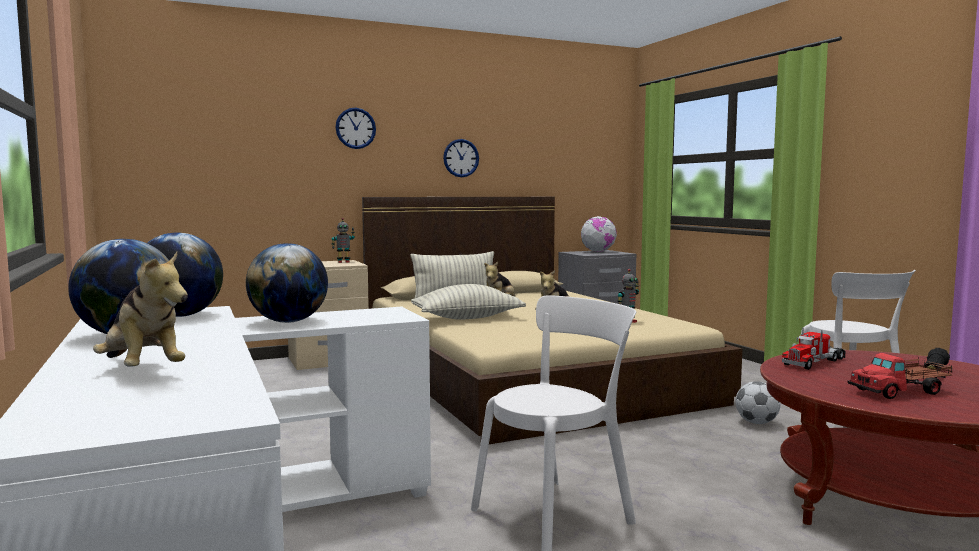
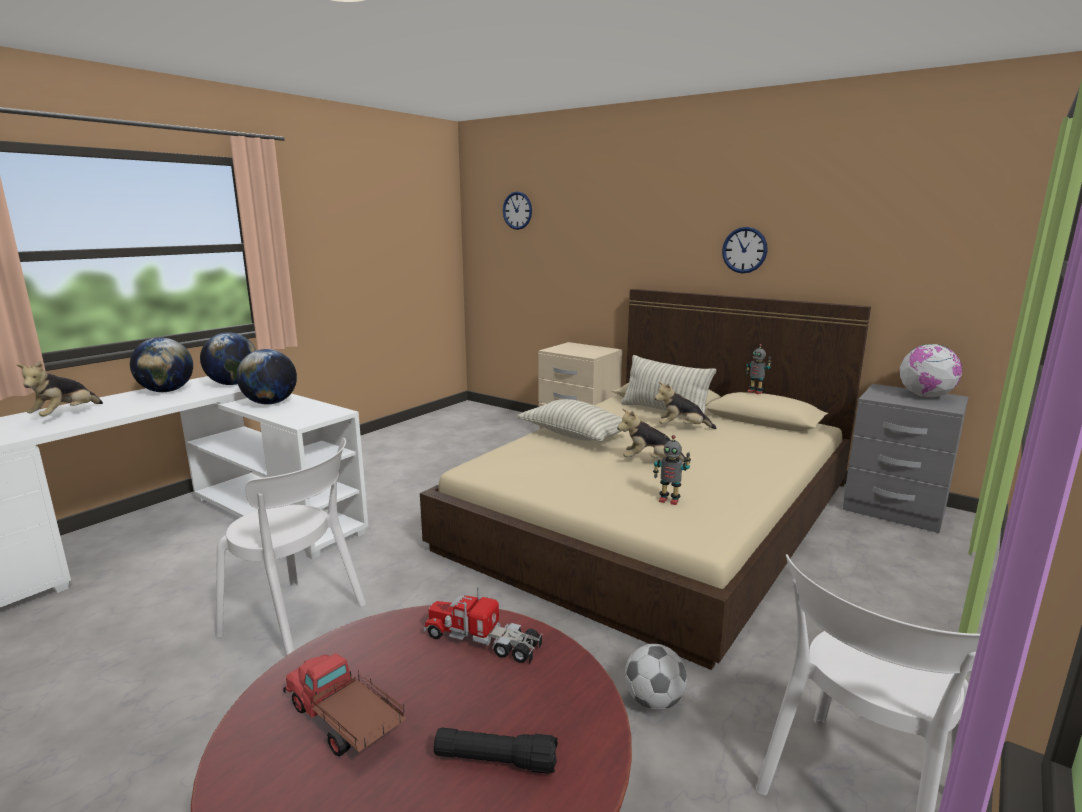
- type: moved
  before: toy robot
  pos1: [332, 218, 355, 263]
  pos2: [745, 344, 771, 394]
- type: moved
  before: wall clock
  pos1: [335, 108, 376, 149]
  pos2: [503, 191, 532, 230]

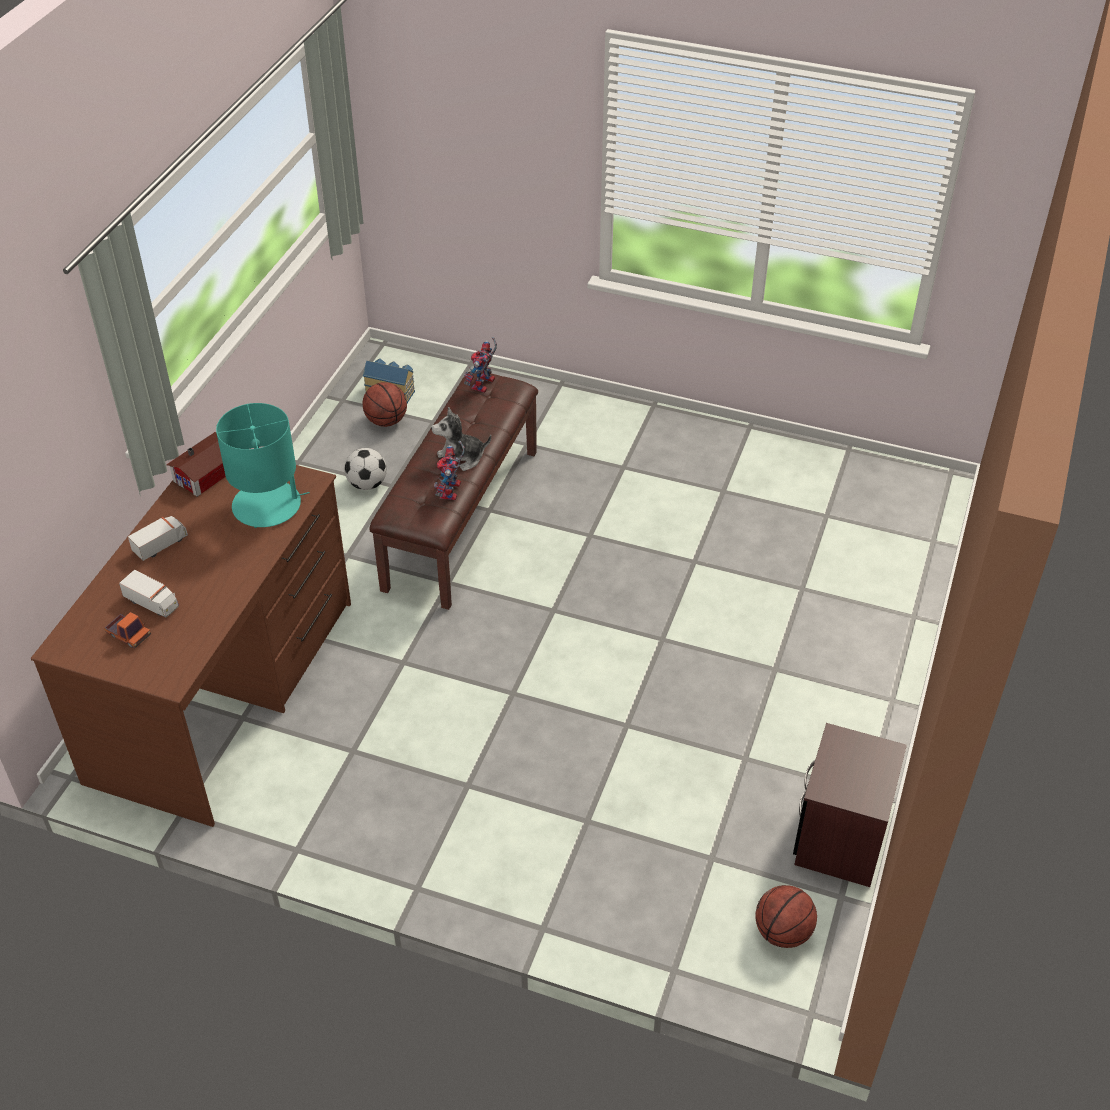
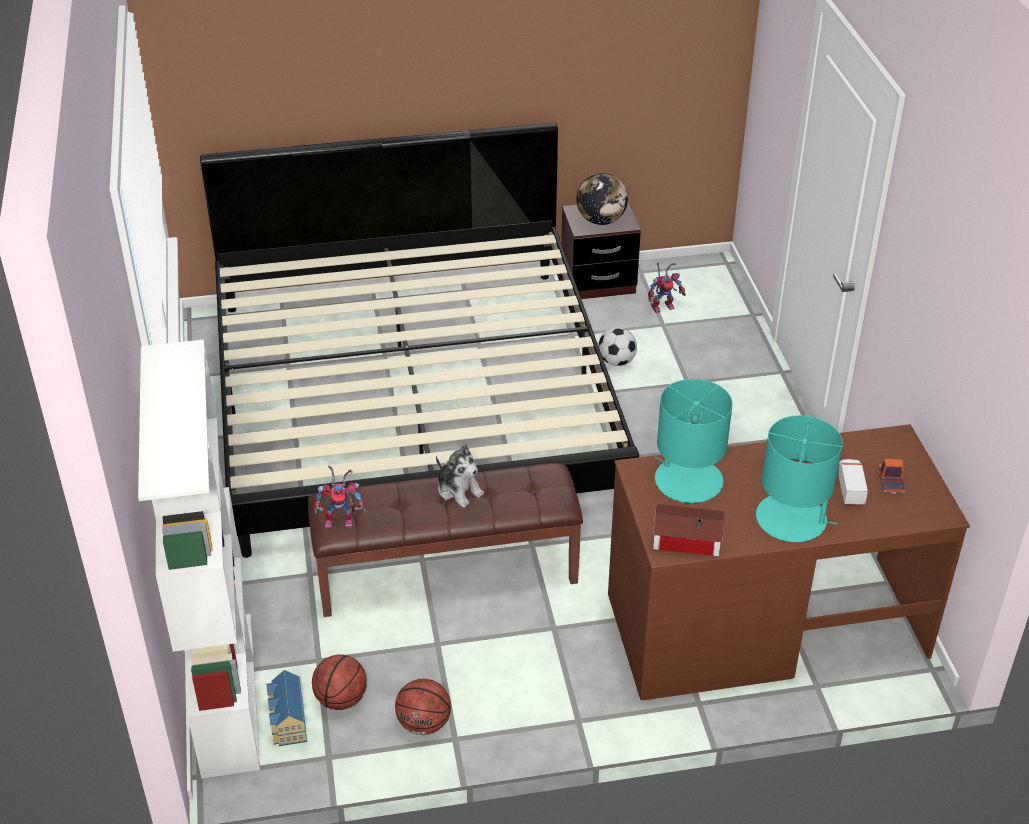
- type: replaced
  before: toy truck
  after: turquoise table lamp
  pos1: [128, 516, 188, 561]
  pos2: [756, 415, 843, 542]
- type: moved
  before: football
  pos1: [344, 448, 387, 490]
  pos2: [598, 327, 637, 366]
- type: moved
  before: toy robot
  pos1: [434, 441, 465, 500]
  pos2: [648, 262, 686, 313]
- type: moved
  before: basketball
  pos1: [755, 885, 817, 948]
  pos2: [395, 679, 451, 735]
- type: added
  after: white bookcase
  pos2: [138, 340, 260, 779]
- type: added
  after: bed
  pos2: [200, 123, 639, 558]
- type: added
  after: globe
  pos2: [576, 173, 628, 225]

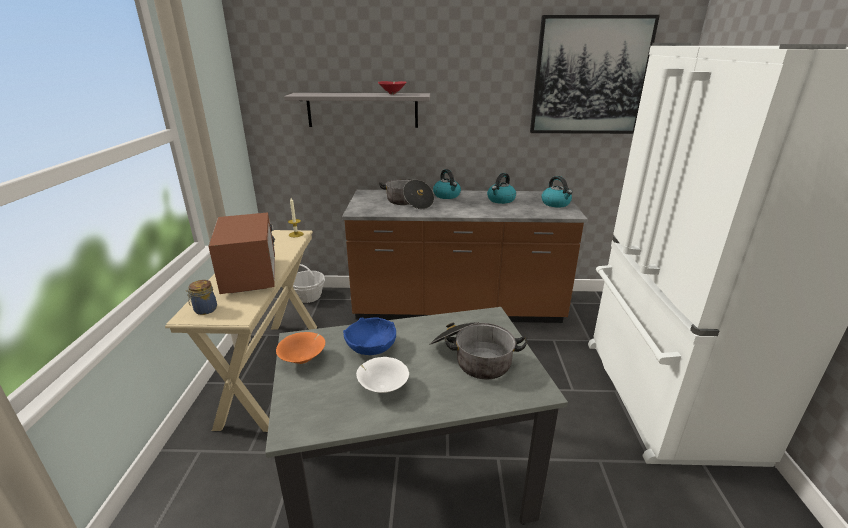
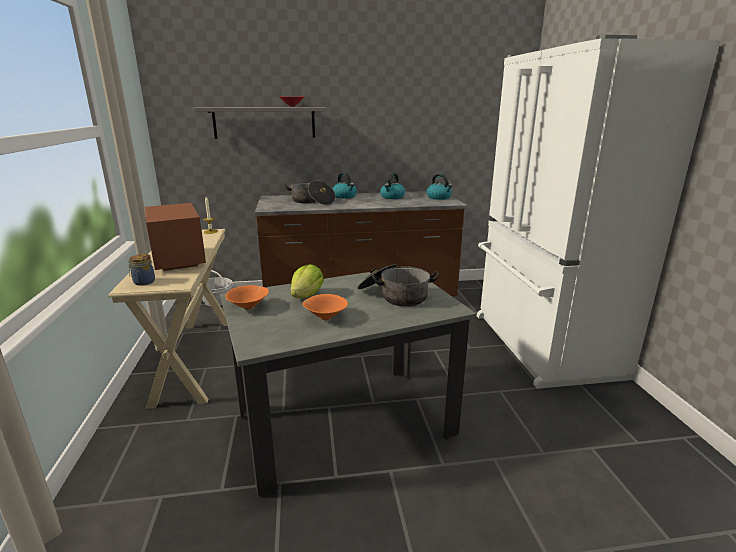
- type: replaced
  before: blue bowl
  after: lettuce
  pos1: [343, 317, 396, 355]
  pos2: [290, 264, 324, 299]
- type: recoloured
  before: white bowl
  after: orange bowl
  pos1: [356, 357, 409, 393]
  pos2: [303, 294, 348, 320]
- type: removed
  before: picture
  pos1: [530, 15, 660, 134]

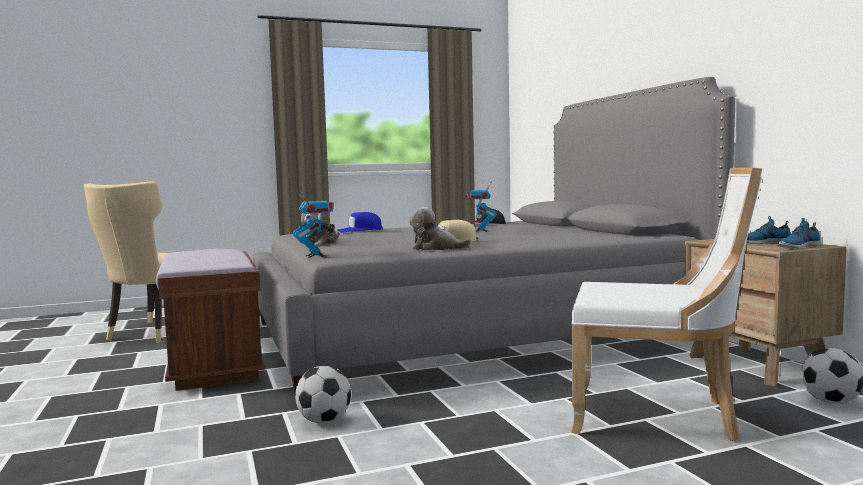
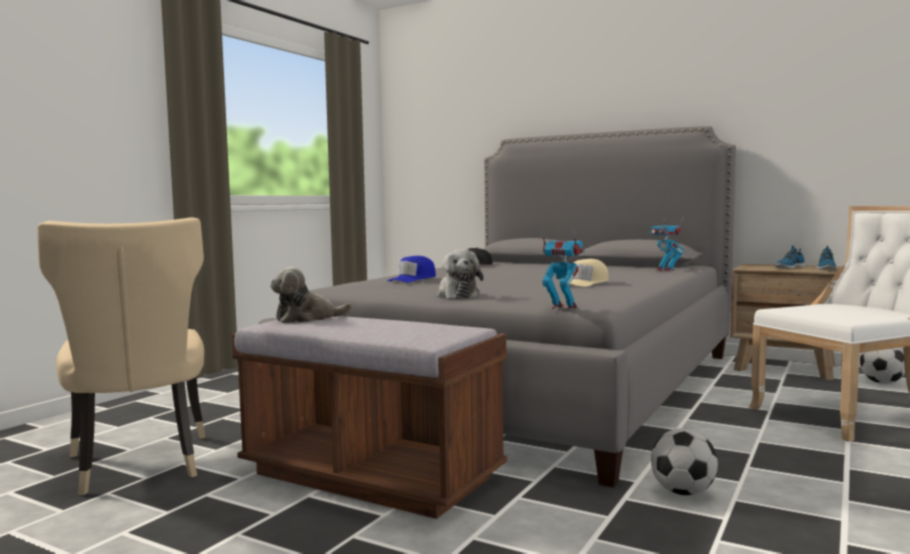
- type: moved
  before: plush toy
  pos1: [409, 207, 471, 250]
  pos2: [270, 267, 352, 323]
- type: moved
  before: toy robot
  pos1: [465, 183, 497, 232]
  pos2: [649, 216, 684, 271]

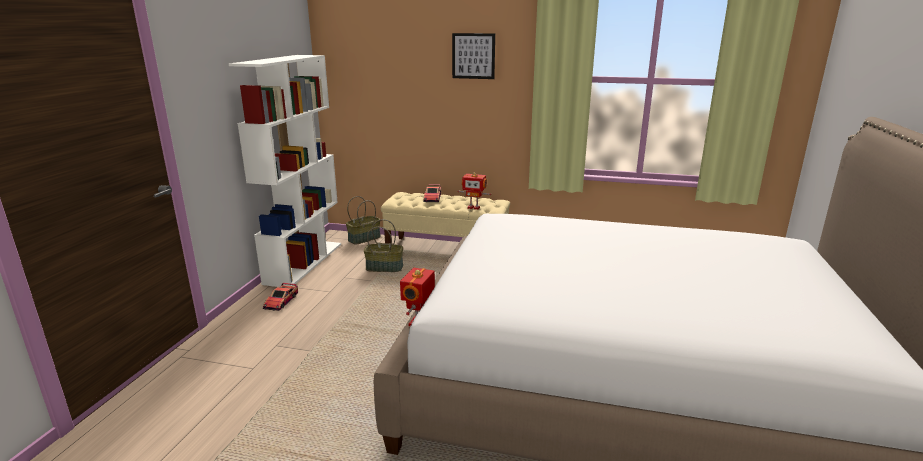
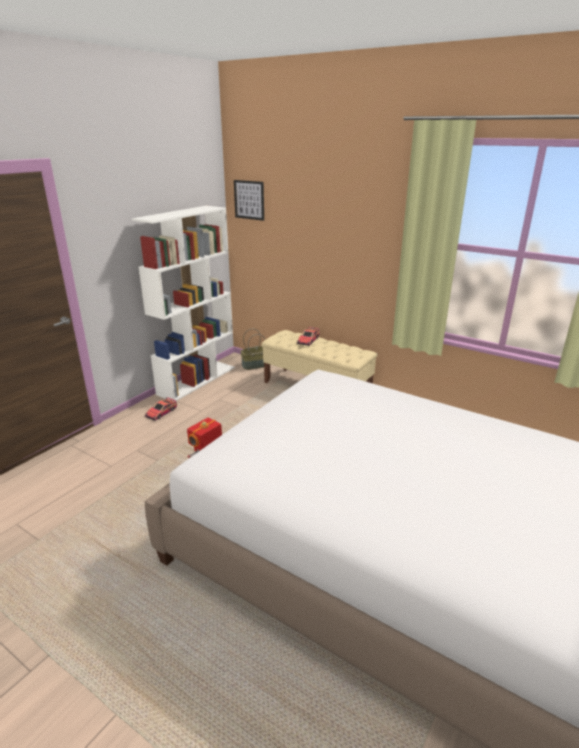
- type: removed
  before: basket
  pos1: [364, 219, 403, 272]
- type: moved
  before: picture
  pos1: [452, 33, 495, 79]
  pos2: [234, 180, 264, 221]
- type: removed
  before: toy robot
  pos1: [457, 172, 491, 210]

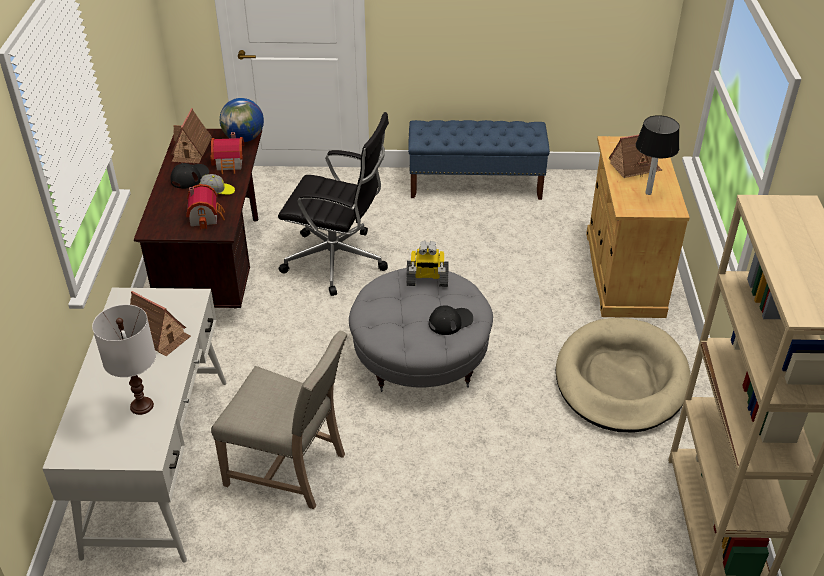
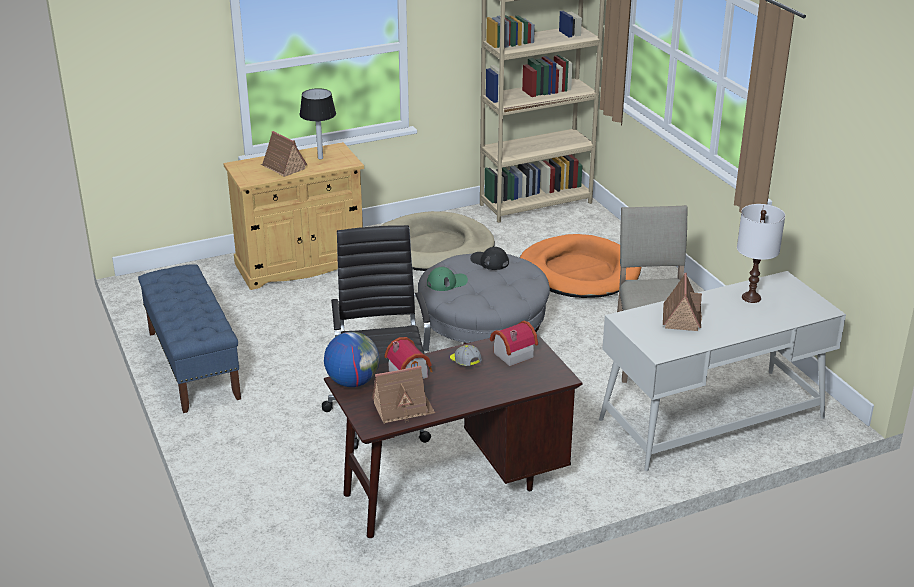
- type: removed
  before: black cap
  pos1: [170, 163, 209, 189]
- type: replaced
  before: toy robot
  after: green cap
  pos1: [406, 241, 449, 287]
  pos2: [427, 267, 468, 291]
- type: added
  after: orange dog bed
  pos2: [520, 234, 641, 298]

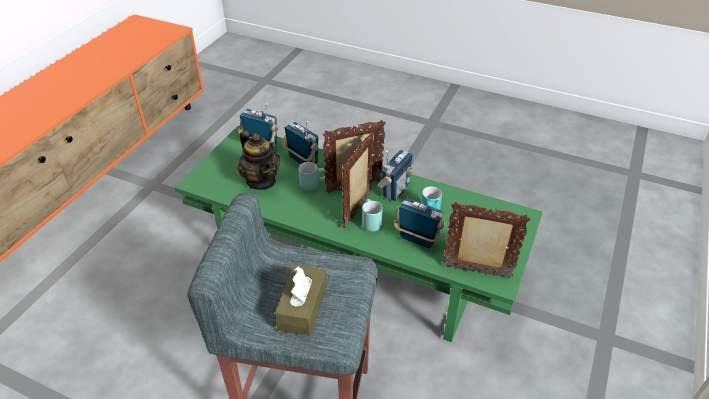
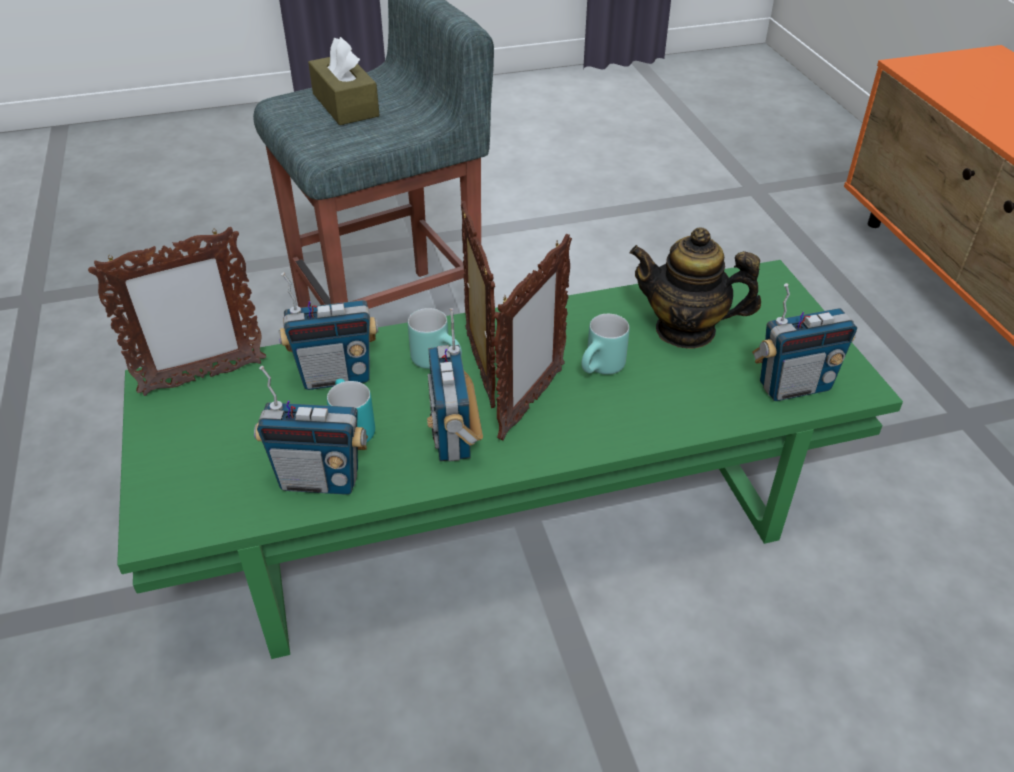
- type: moved
  before: radio
  pos1: [282, 121, 319, 164]
  pos2: [254, 366, 368, 495]

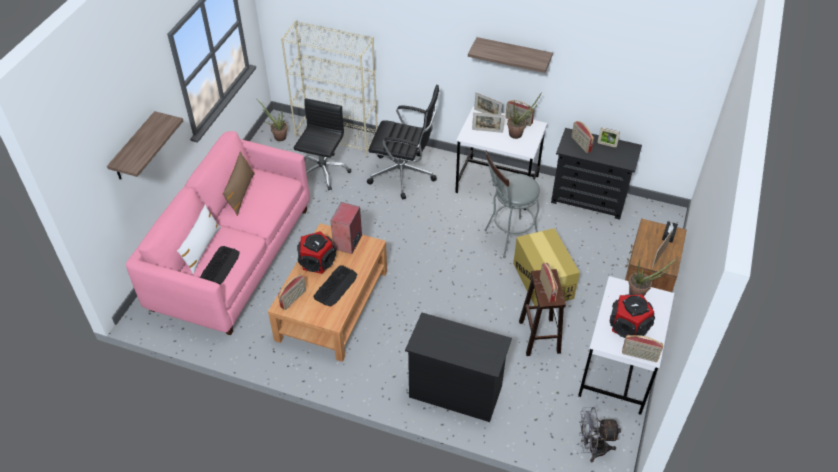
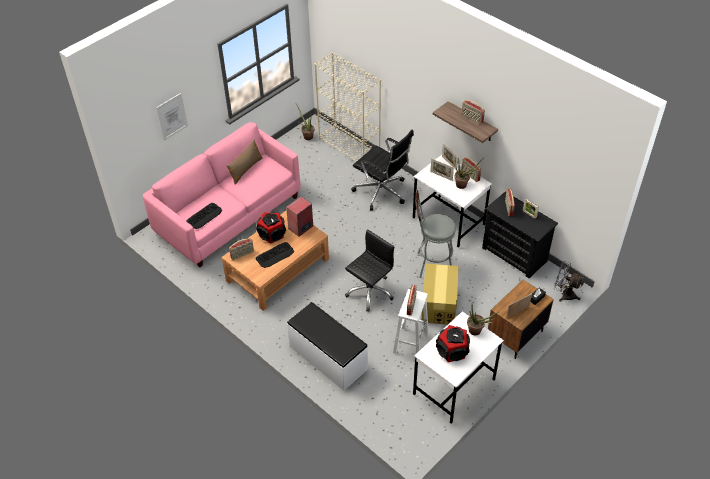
- type: replaced
  before: shelf
  after: picture
  pos1: [107, 111, 183, 179]
  pos2: [156, 93, 188, 141]
- type: removed
  before: white pillow
  pos1: [177, 204, 221, 274]
- type: moved
  before: black office chair
  pos1: [294, 98, 351, 191]
  pos2: [345, 229, 394, 311]
- type: replaced
  before: black dresser
  after: white bench
  pos1: [405, 312, 512, 422]
  pos2: [287, 302, 368, 391]
- type: recoloured
  before: brown stool
  after: white stool
  pos1: [519, 269, 566, 356]
  pos2: [393, 289, 429, 354]
- type: moved
  before: grey fan
  pos1: [579, 407, 621, 462]
  pos2: [554, 261, 584, 302]
- type: moved
  before: radio
  pos1: [622, 335, 663, 362]
  pos2: [462, 100, 485, 124]

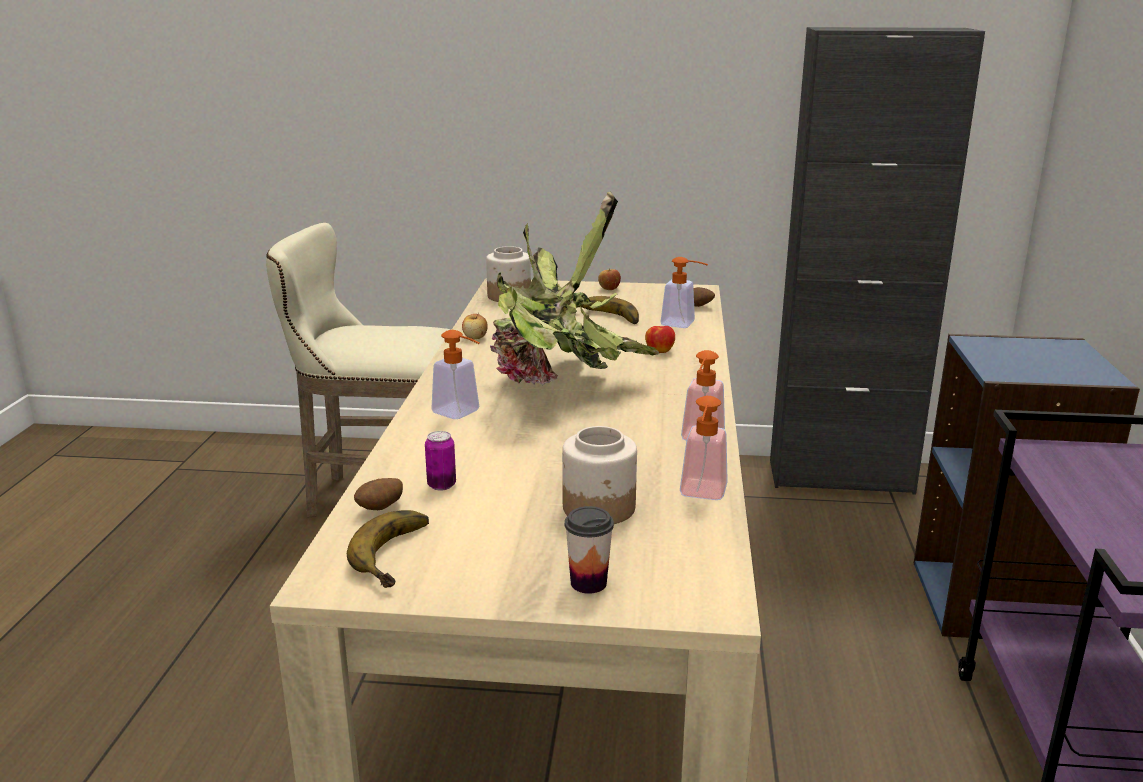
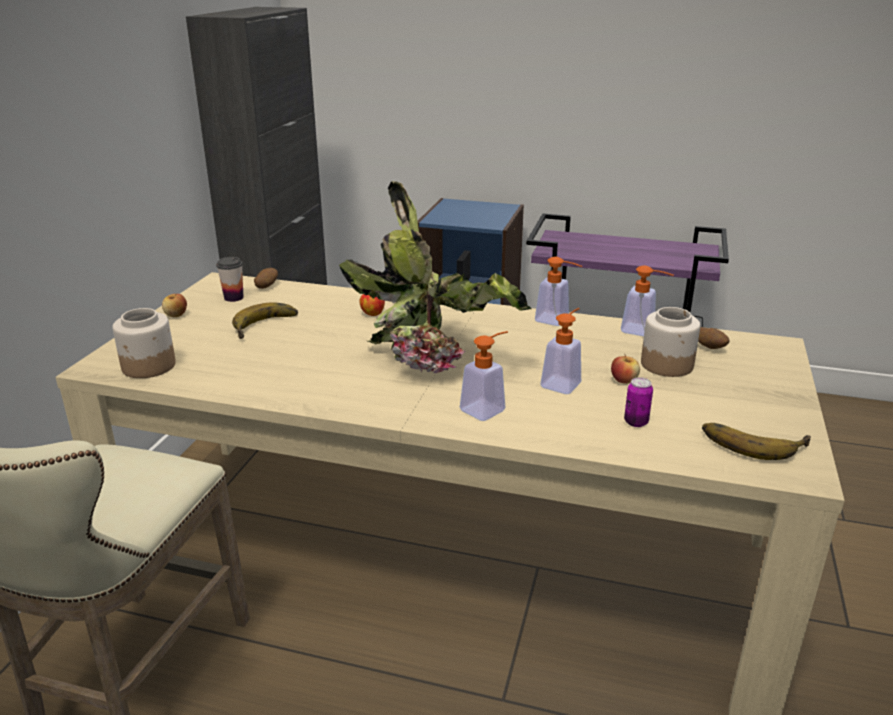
- type: moved
  before: potato
  pos1: [354, 478, 403, 510]
  pos2: [698, 327, 729, 349]
- type: moved
  before: apple
  pos1: [462, 313, 488, 339]
  pos2: [611, 354, 640, 384]
- type: moved
  before: cup
  pos1: [564, 506, 614, 594]
  pos2: [216, 257, 244, 302]
- type: moved
  before: soap dispenser
  pos1: [661, 257, 708, 328]
  pos2: [540, 308, 581, 394]

